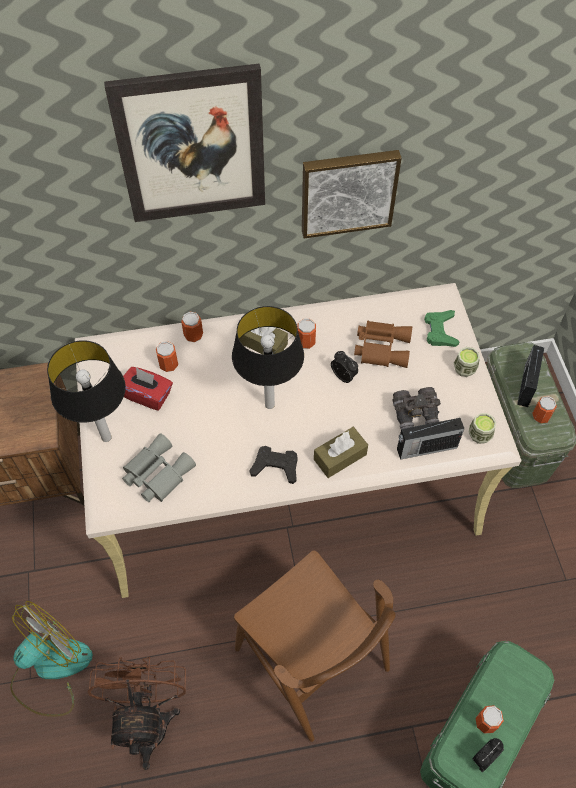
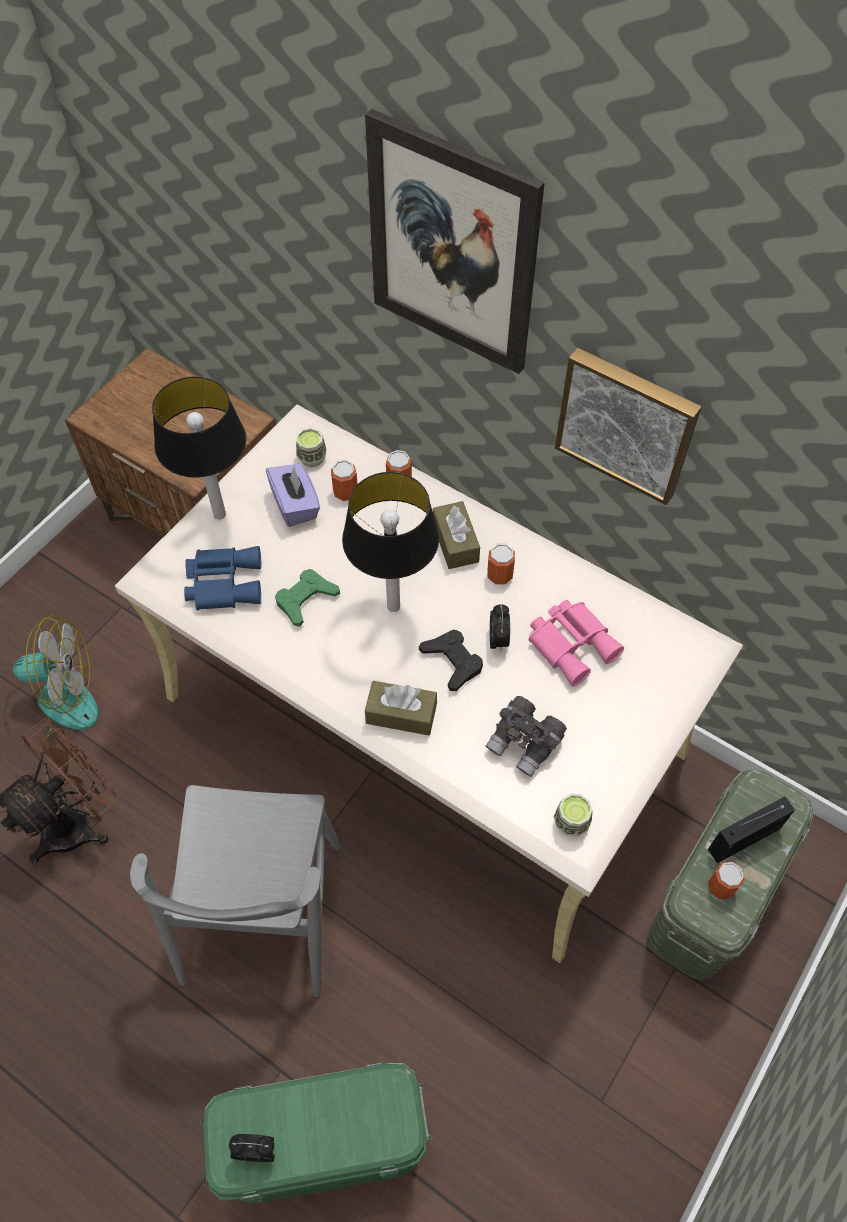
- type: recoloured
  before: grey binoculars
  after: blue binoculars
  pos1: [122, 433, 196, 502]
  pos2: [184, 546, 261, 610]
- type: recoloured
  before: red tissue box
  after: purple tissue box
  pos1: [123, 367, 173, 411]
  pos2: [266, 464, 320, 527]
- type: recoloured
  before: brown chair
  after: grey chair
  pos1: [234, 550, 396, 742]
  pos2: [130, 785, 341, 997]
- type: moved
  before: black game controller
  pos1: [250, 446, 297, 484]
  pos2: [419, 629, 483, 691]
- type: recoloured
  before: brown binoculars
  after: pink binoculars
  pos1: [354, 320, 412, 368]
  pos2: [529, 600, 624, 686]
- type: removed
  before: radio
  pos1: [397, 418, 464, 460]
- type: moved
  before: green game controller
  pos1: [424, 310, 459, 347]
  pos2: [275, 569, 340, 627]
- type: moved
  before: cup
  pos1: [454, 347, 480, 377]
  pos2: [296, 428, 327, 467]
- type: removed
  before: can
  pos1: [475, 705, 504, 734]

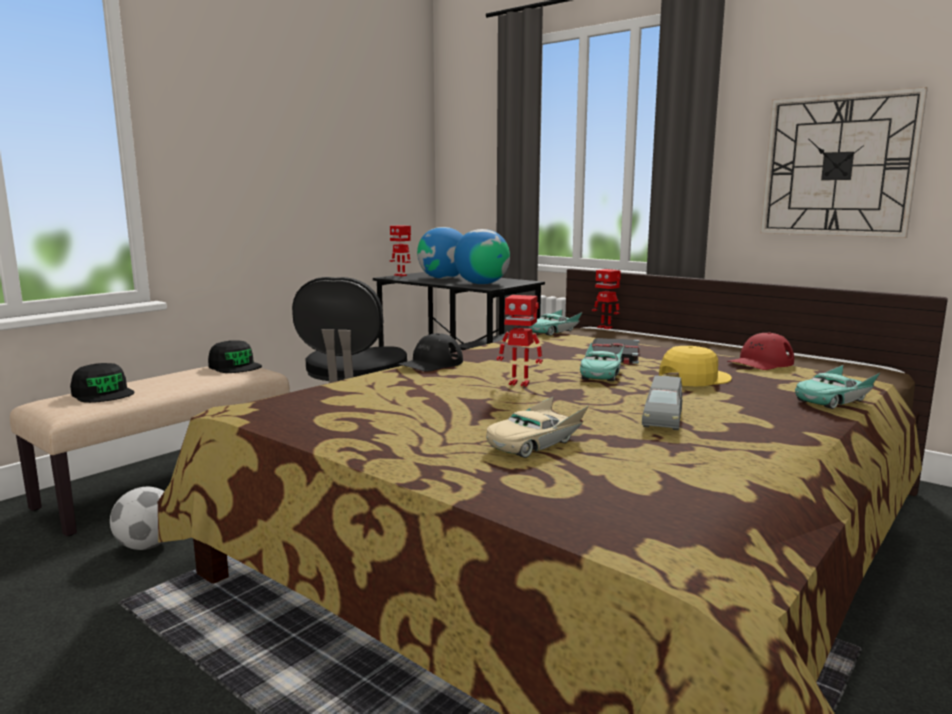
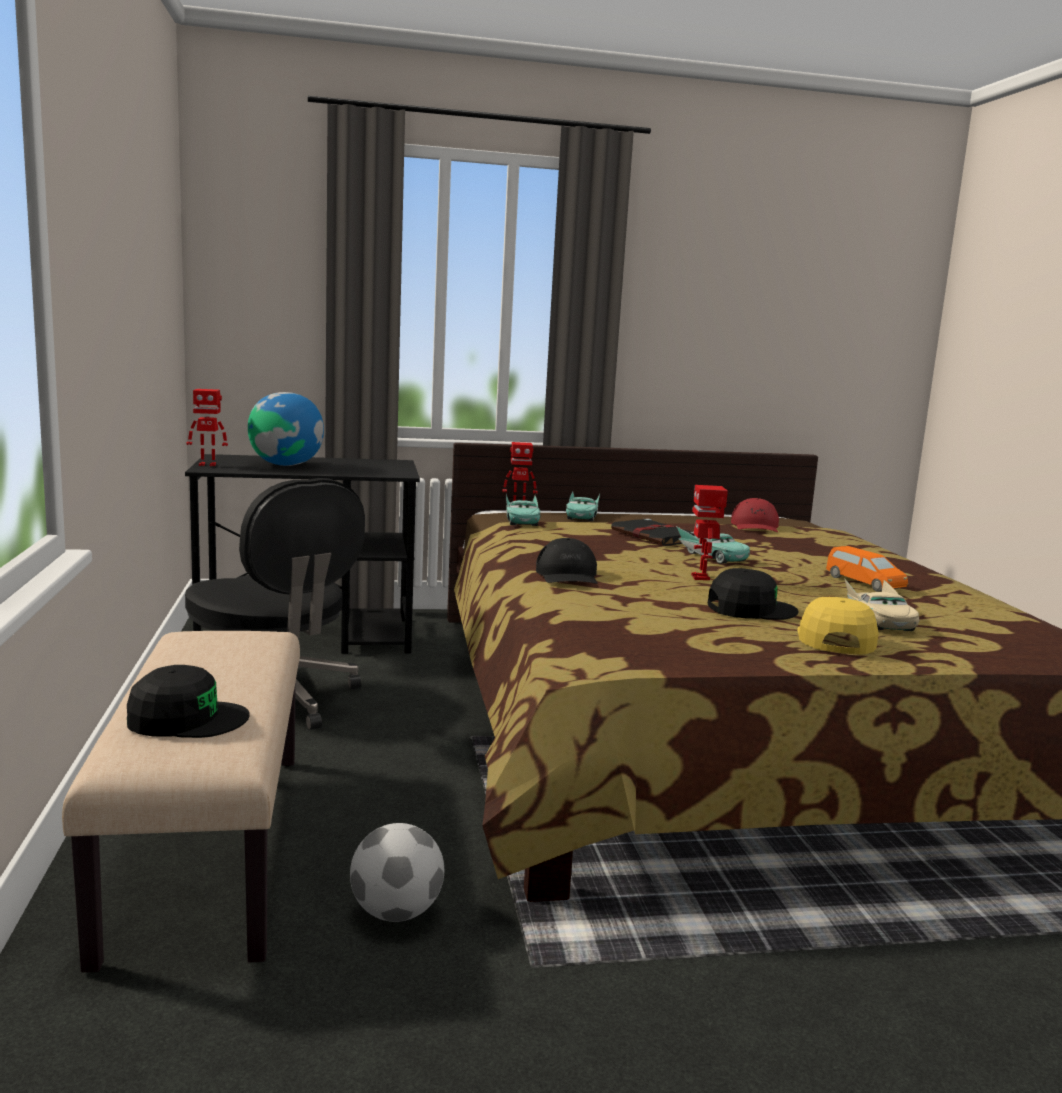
- type: moved
  before: black cap
  pos1: [208, 340, 262, 373]
  pos2: [708, 568, 798, 620]
- type: removed
  before: globe
  pos1: [454, 229, 510, 284]
- type: turned
  before: toy robot
  pos1: [497, 295, 543, 387]
  pos2: [691, 485, 728, 580]
  turn: 120
- type: recoloured
  before: grey toy car
  after: orange toy car
  pos1: [642, 376, 682, 430]
  pos2: [826, 546, 908, 591]
- type: moved
  before: yellow cap
  pos1: [659, 346, 732, 386]
  pos2: [797, 597, 879, 654]
- type: removed
  before: wall clock
  pos1: [760, 87, 928, 238]
- type: moved
  before: turquoise toy car
  pos1: [795, 365, 881, 409]
  pos2: [566, 492, 600, 521]

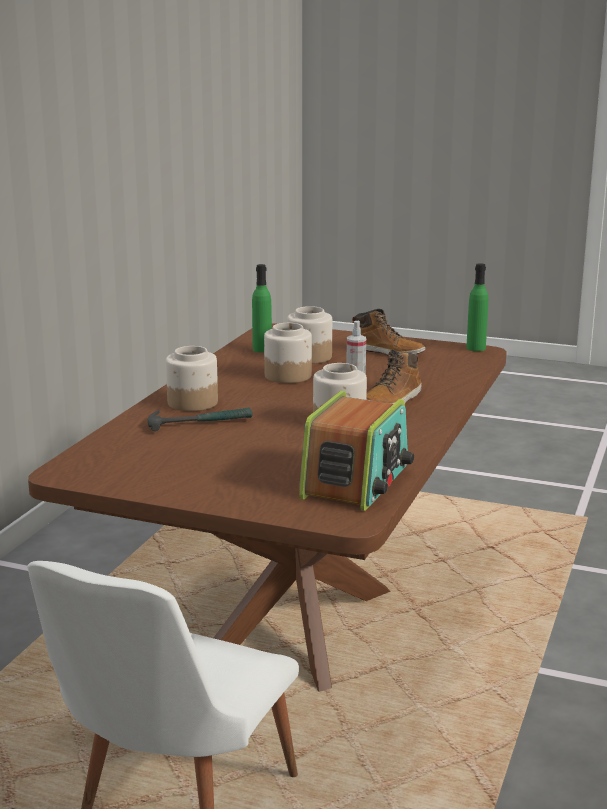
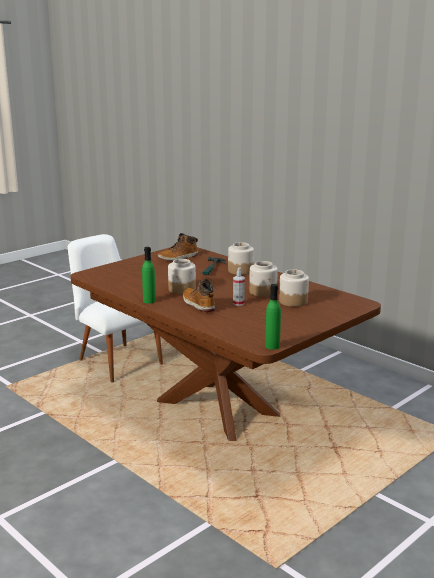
- type: moved
  before: green bottle
  pos1: [252, 264, 272, 353]
  pos2: [142, 247, 156, 304]
- type: removed
  before: radio
  pos1: [299, 391, 414, 511]
- type: moved
  before: boot
  pos1: [352, 309, 425, 356]
  pos2: [158, 233, 198, 261]

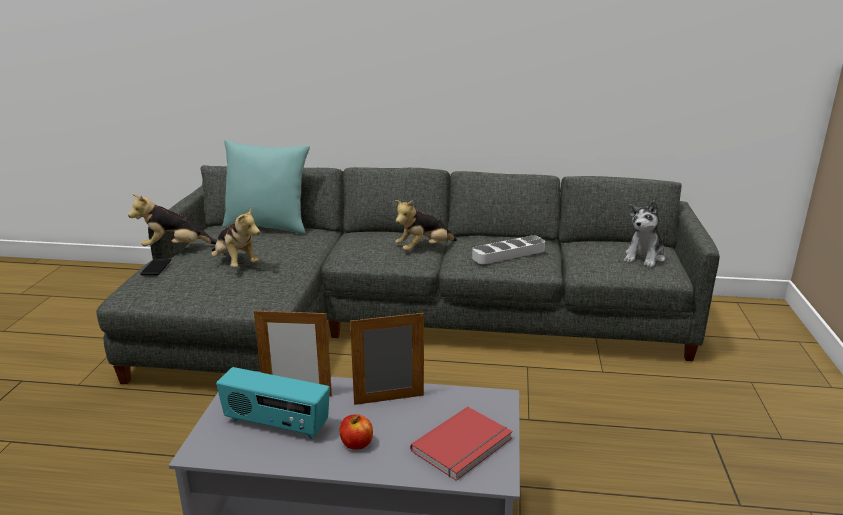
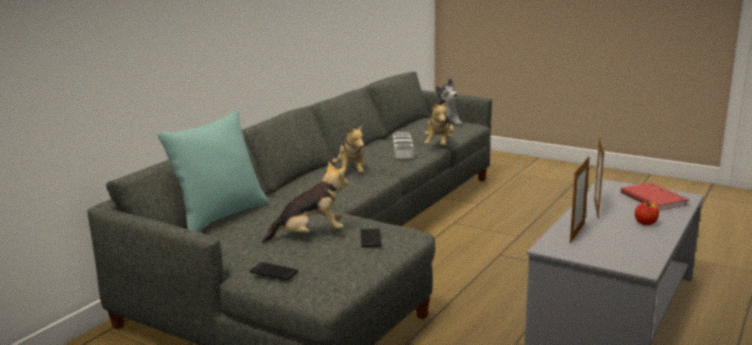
- type: moved
  before: plush toy
  pos1: [128, 194, 217, 246]
  pos2: [424, 101, 454, 146]
- type: removed
  before: radio
  pos1: [216, 367, 330, 439]
- type: added
  after: phone
  pos2: [361, 229, 382, 247]

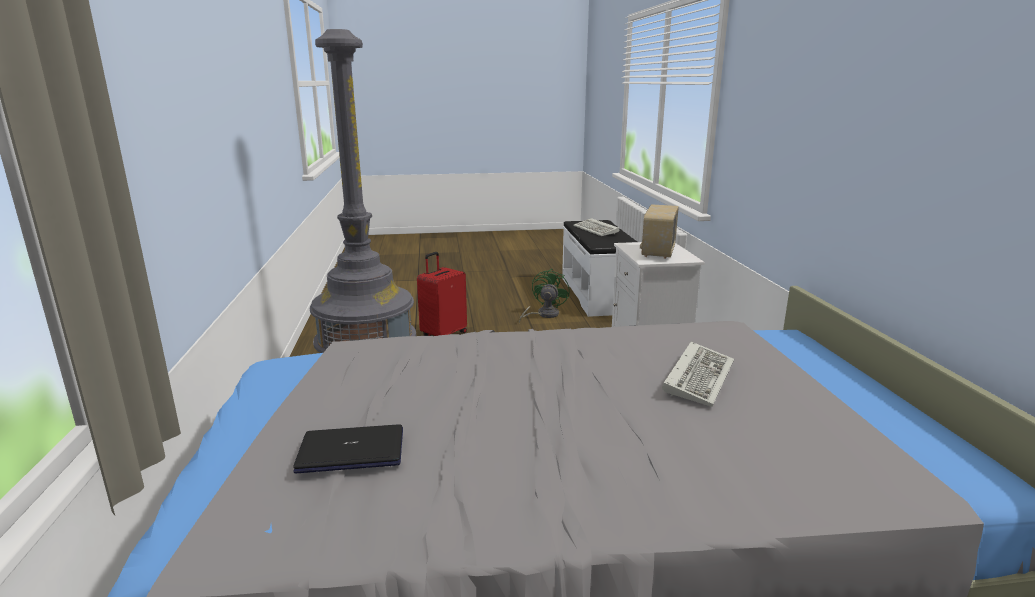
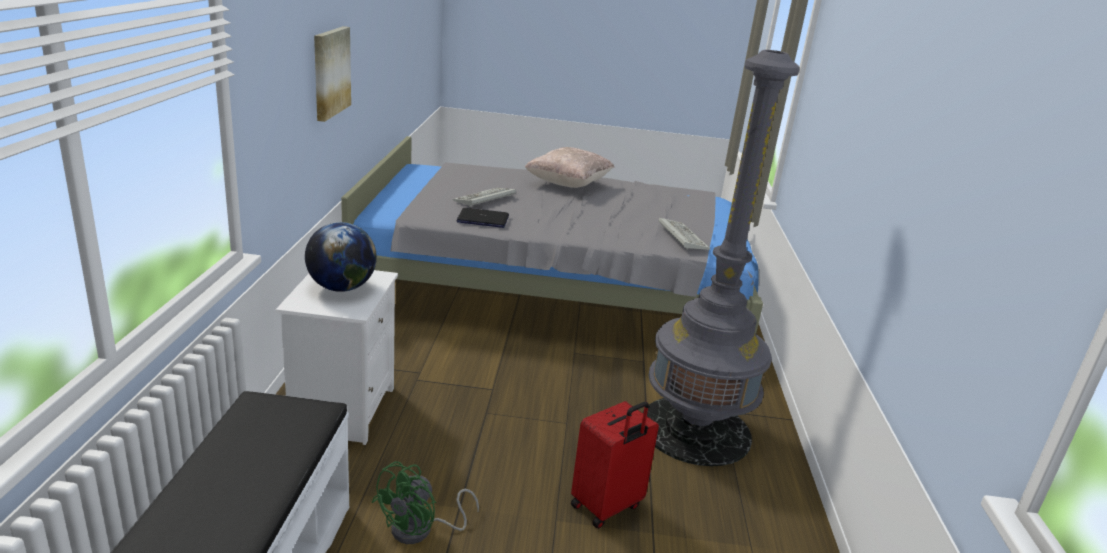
- type: moved
  before: laptop
  pos1: [293, 424, 403, 473]
  pos2: [457, 208, 509, 228]
- type: moved
  before: keyboard
  pos1: [573, 218, 619, 236]
  pos2: [659, 218, 710, 250]
- type: replaced
  before: radio
  after: globe
  pos1: [640, 204, 679, 259]
  pos2: [305, 222, 377, 292]
- type: added
  after: picture
  pos2: [314, 26, 351, 122]
- type: added
  after: beige pillow
  pos2: [525, 147, 615, 188]

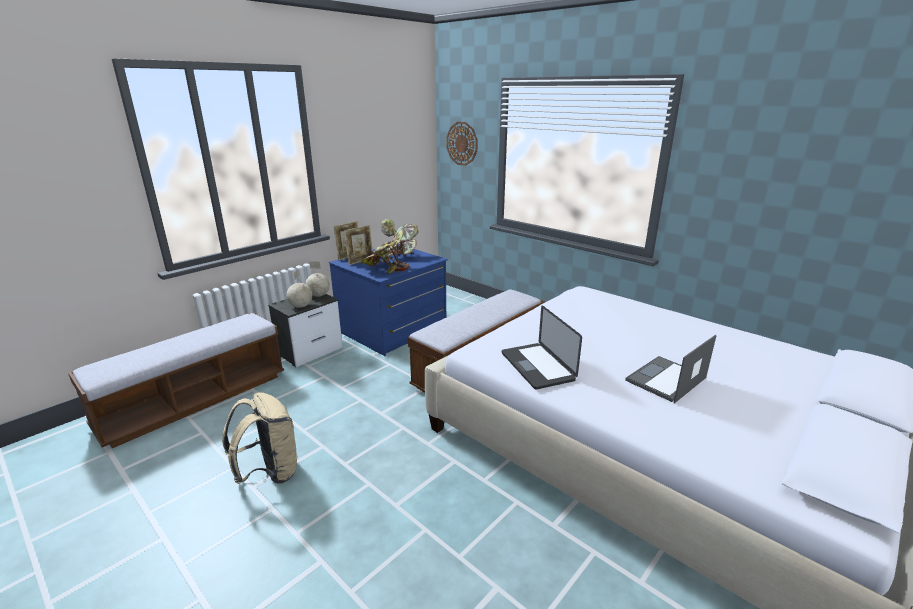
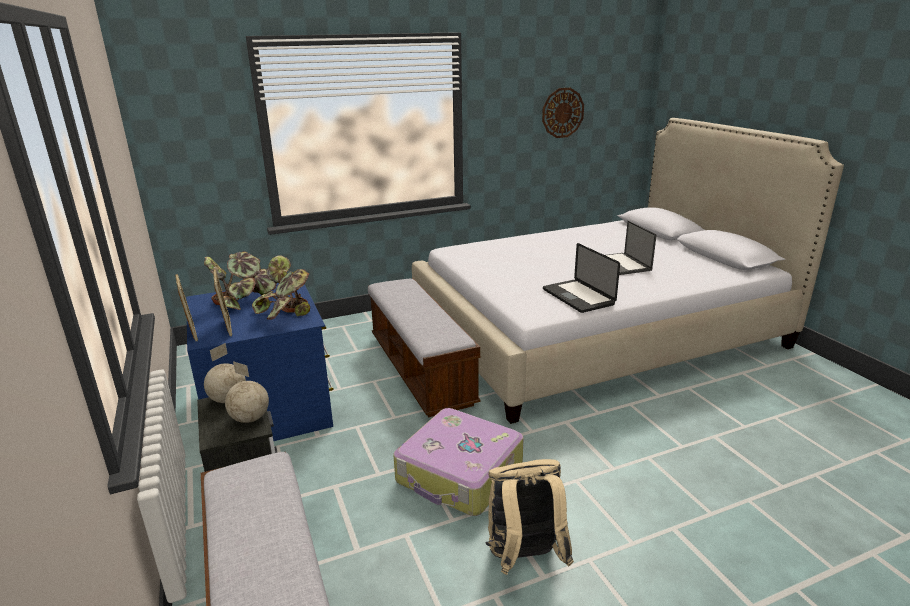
- type: moved
  before: wall clock
  pos1: [446, 122, 478, 166]
  pos2: [542, 88, 584, 138]
- type: turned
  before: laptop
  pos1: [502, 305, 582, 390]
  pos2: [543, 243, 620, 313]
  turn: 60
- type: added
  after: suitcase
  pos2: [393, 408, 524, 516]

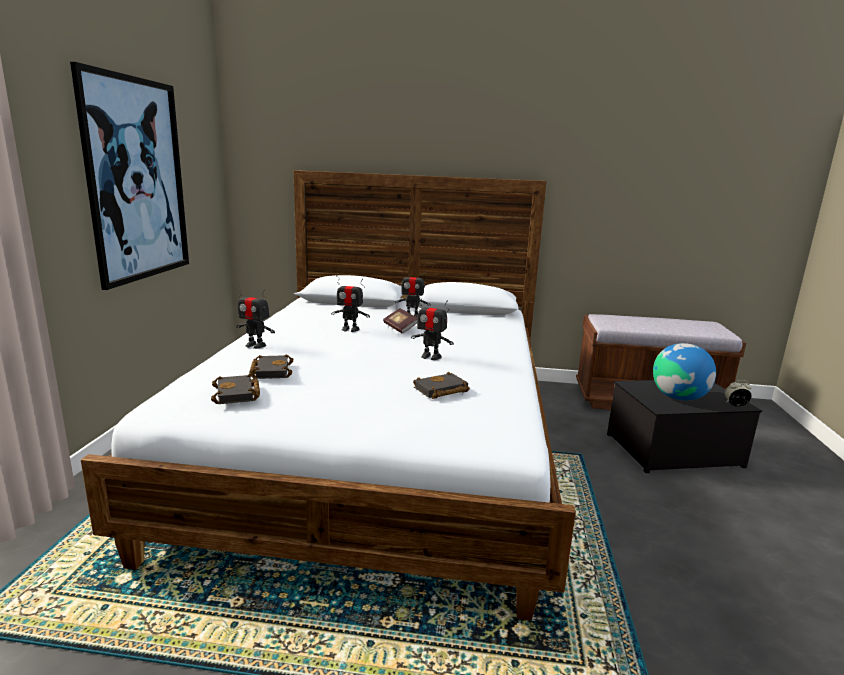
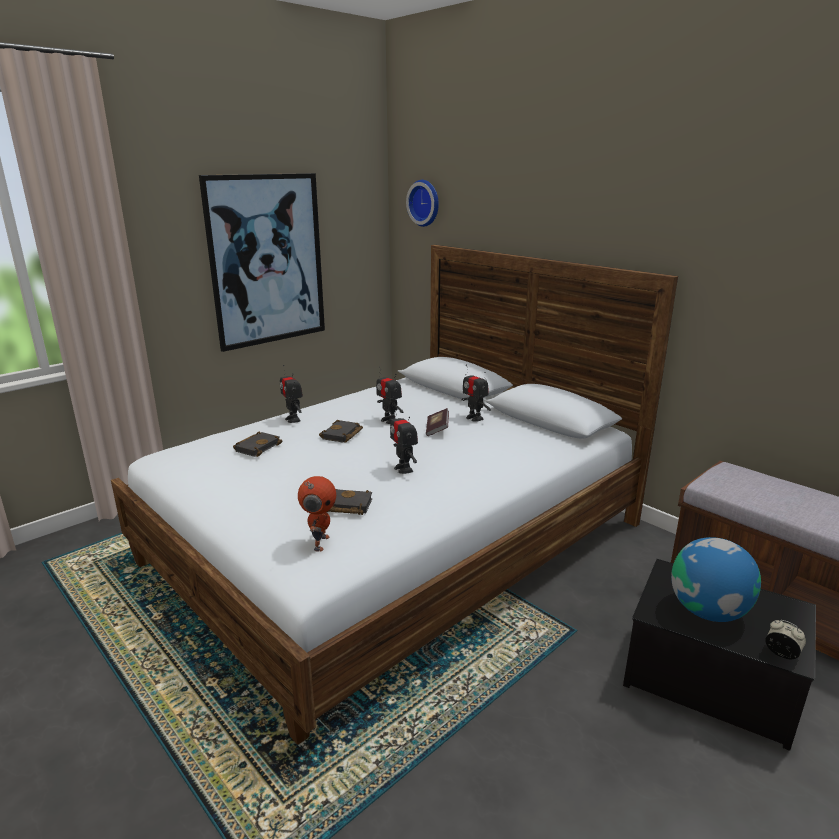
- type: moved
  before: black book
  pos1: [211, 374, 260, 404]
  pos2: [319, 420, 363, 442]
- type: added
  after: toy robot
  pos2: [298, 476, 336, 552]
- type: added
  after: wall clock
  pos2: [406, 180, 439, 227]

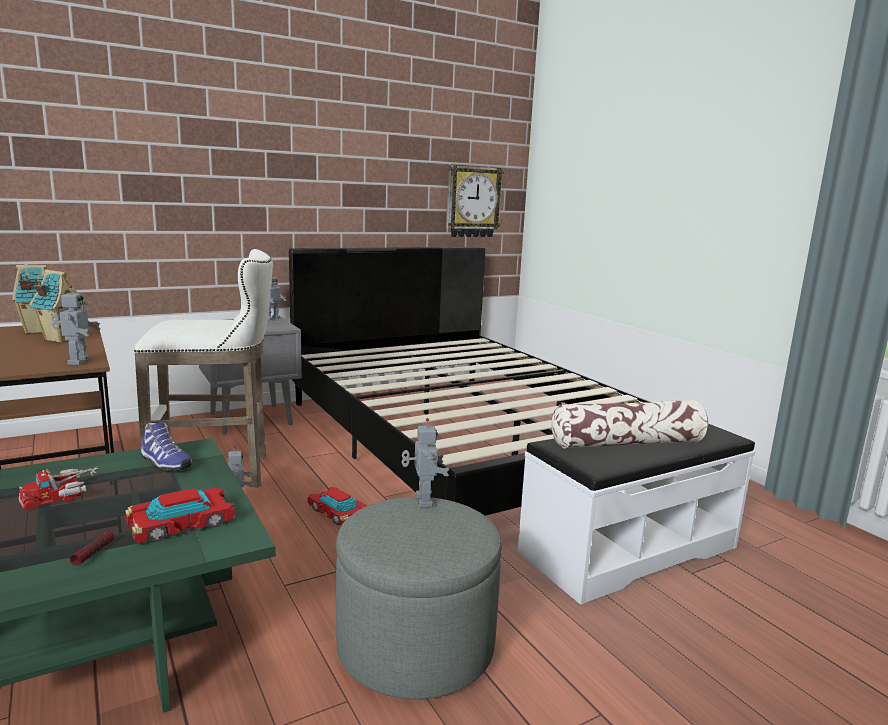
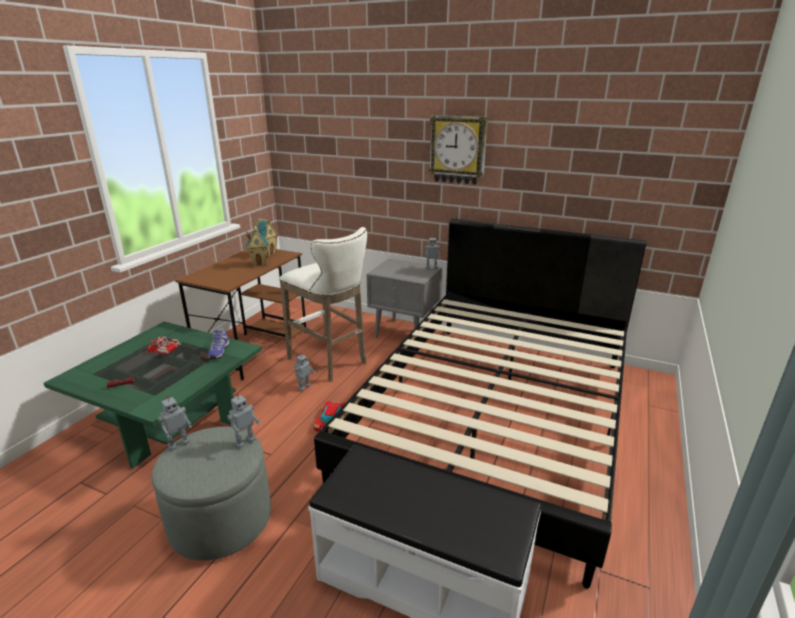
- type: moved
  before: toy robot
  pos1: [51, 285, 100, 365]
  pos2: [158, 395, 192, 451]
- type: removed
  before: toy car
  pos1: [125, 488, 235, 544]
- type: moved
  before: wall clock
  pos1: [446, 165, 504, 237]
  pos2: [429, 115, 488, 185]
- type: removed
  before: pillow
  pos1: [551, 400, 708, 448]

